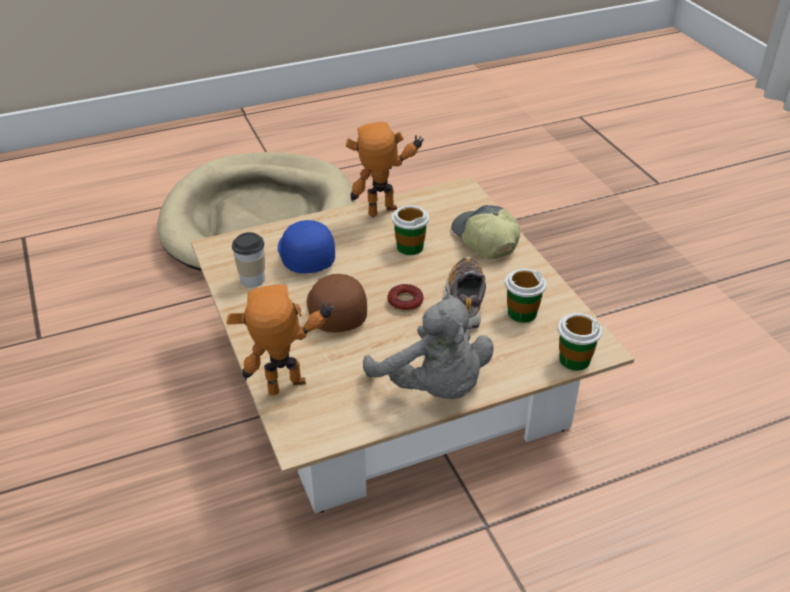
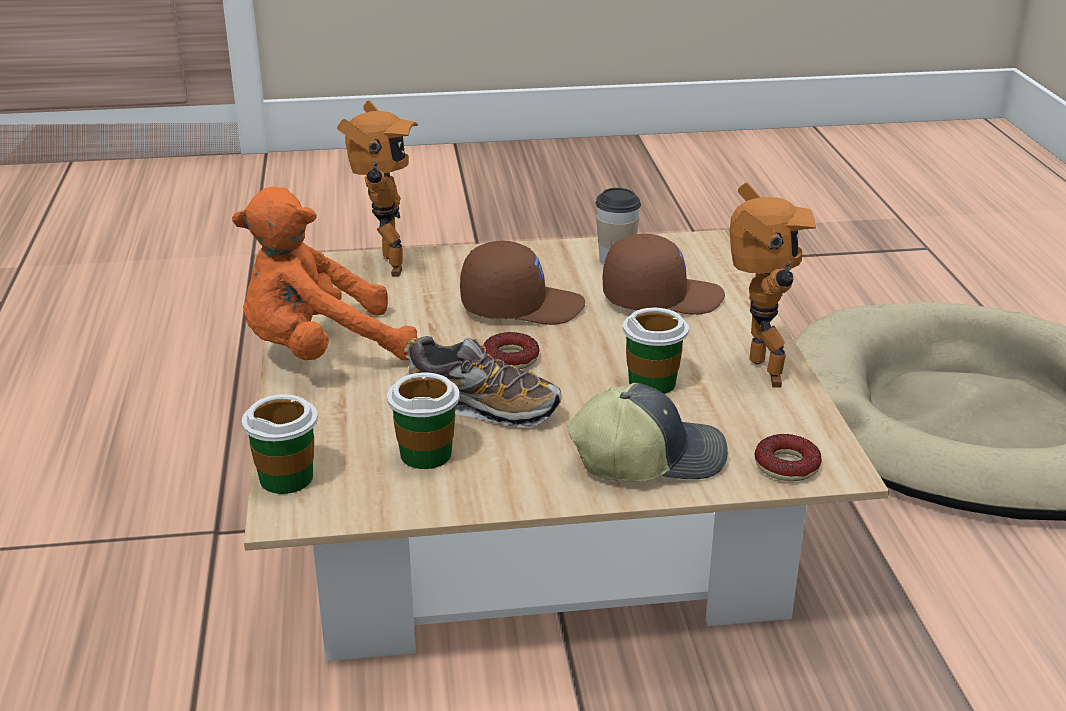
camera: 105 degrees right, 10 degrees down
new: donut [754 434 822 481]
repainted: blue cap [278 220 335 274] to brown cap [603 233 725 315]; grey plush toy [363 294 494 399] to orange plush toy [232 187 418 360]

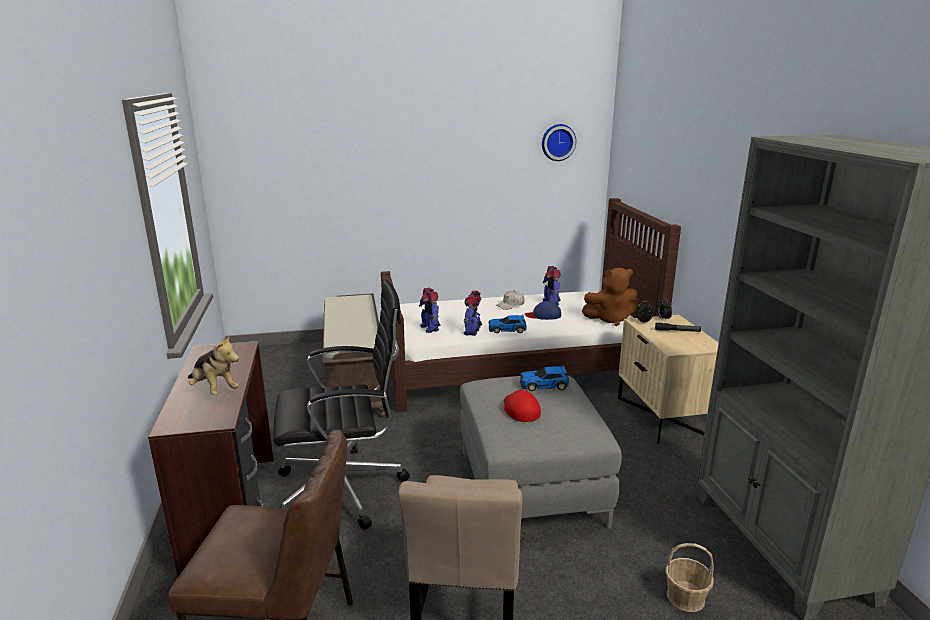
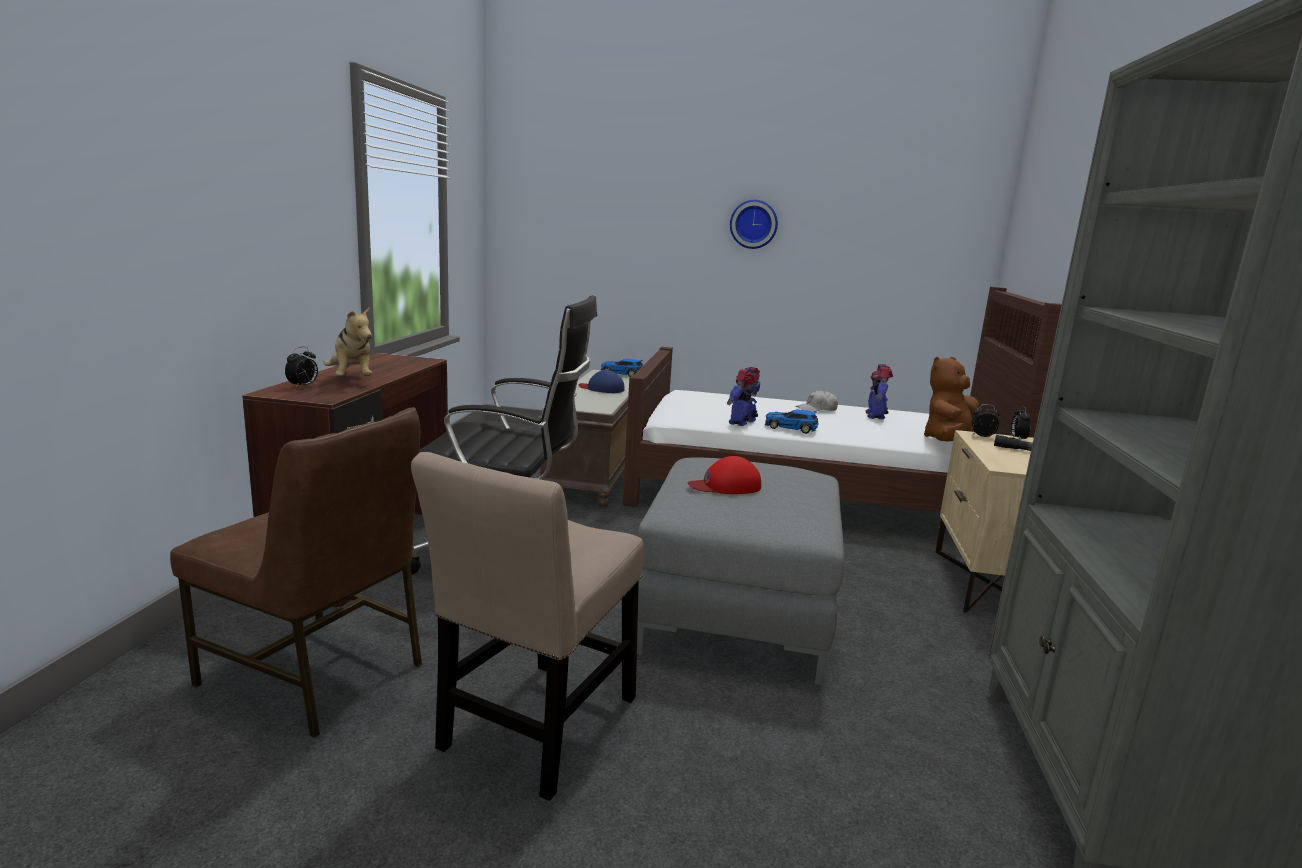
camera: 20 degrees right, 5 degrees down
gone: toy robot [419 288 440 333]; basket [665 543 714 612]
new: alarm clock [285 347 318 388]
shifted: wall clock [542 124 576 161] to [730 200 778 249]; blue cap [525 301 561 320] to [579 370 625 393]; toy car [520 366 569 391] to [601 359 643 377]
rotated: brown plush toy [582 268 640 326] = [924 357 979 441] 120 degrees clockwise; red cap [504 390 541 422] = [688 456 761 494] 105 degrees counterclockwise

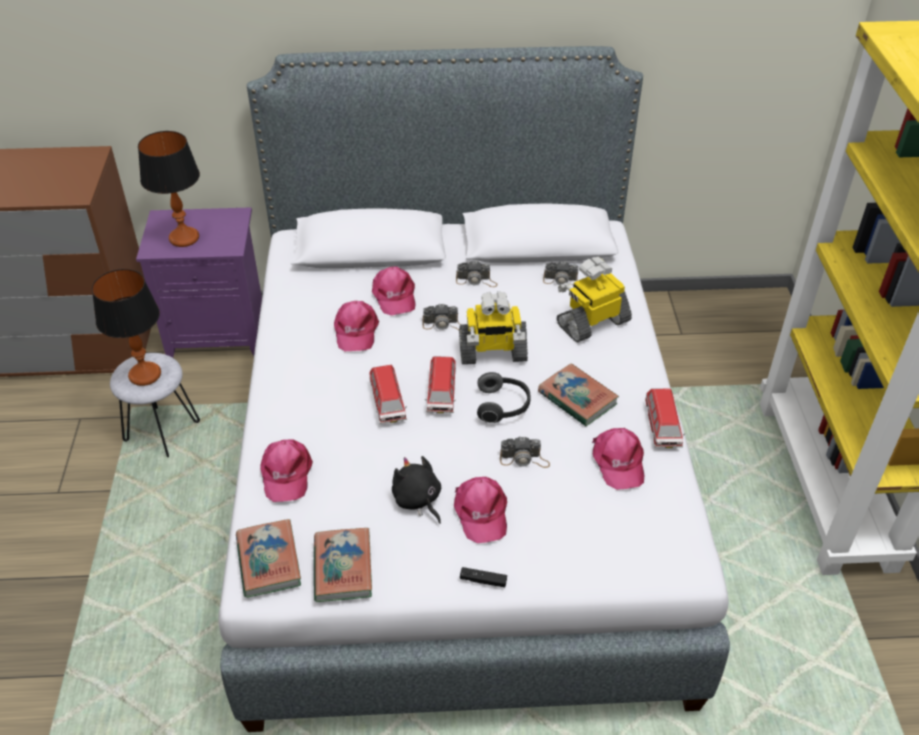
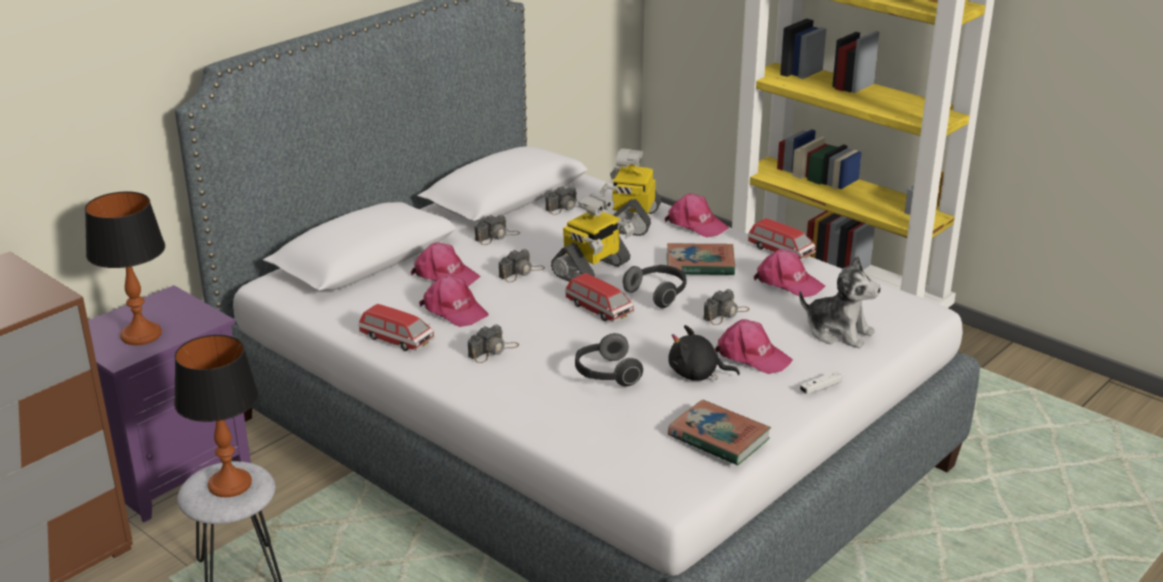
camera: 45 degrees left, 15 degrees down
gone: book [236 519 301 598]
new: plush toy [799 255 881 348]; photo camera [468 324 519 363]; headphones [575 333 643 387]
shifted: toy car [369 365 407 424] to [359 303 435 351]; pink cap [260 440 313 502] to [665 193 729 237]
repainted: black game controller [460 567 507 587] to white game controller [800 371 842 394]

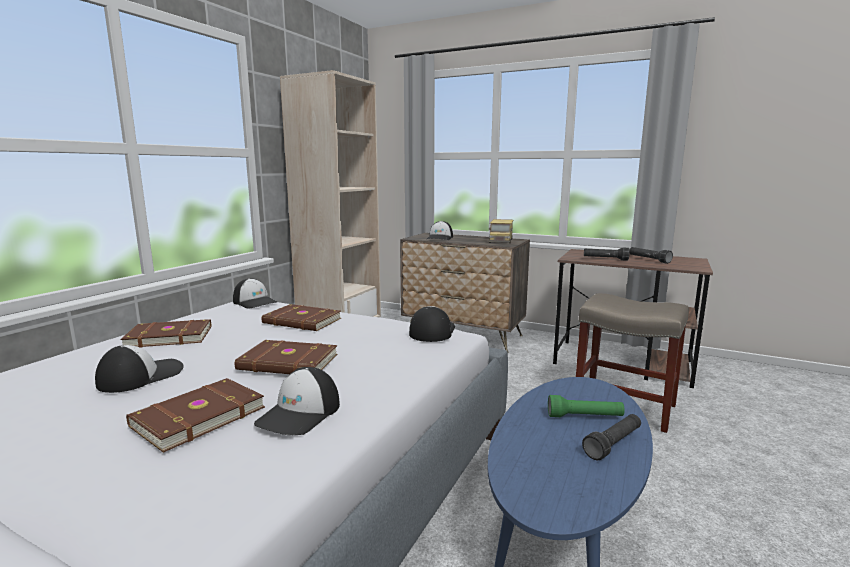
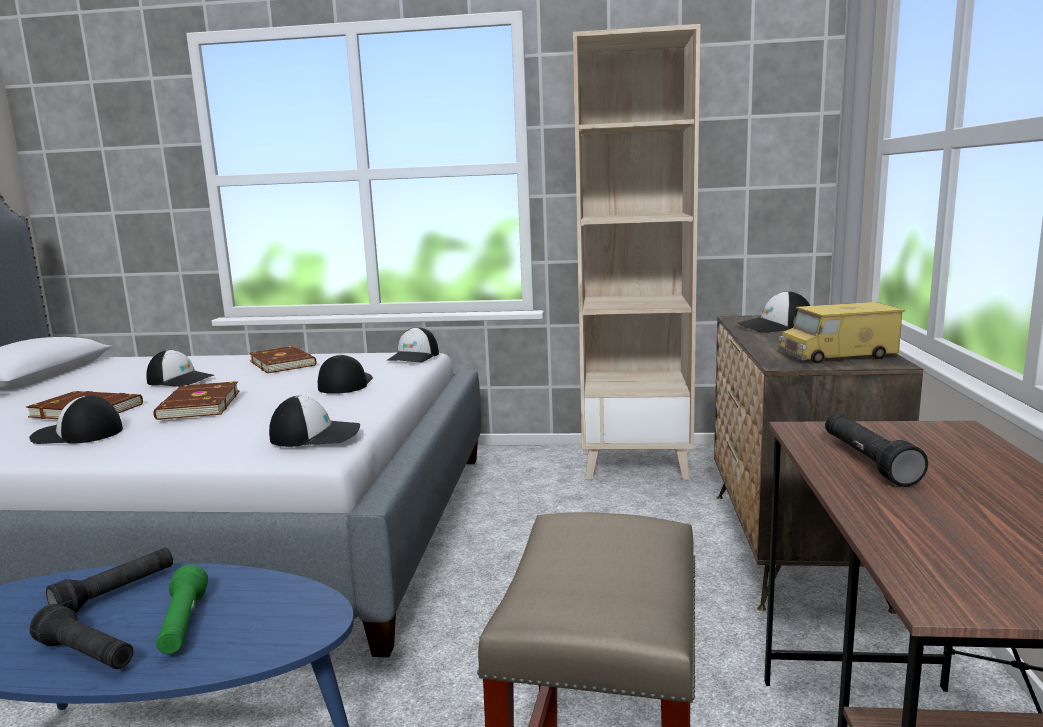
camera: 70 degrees right, 0 degrees up
shifted: black flashlight [630 247 673 264] to [46 548 173 613]
swapped: brown book [261 304 341 331] to cap [318 355 373 394]

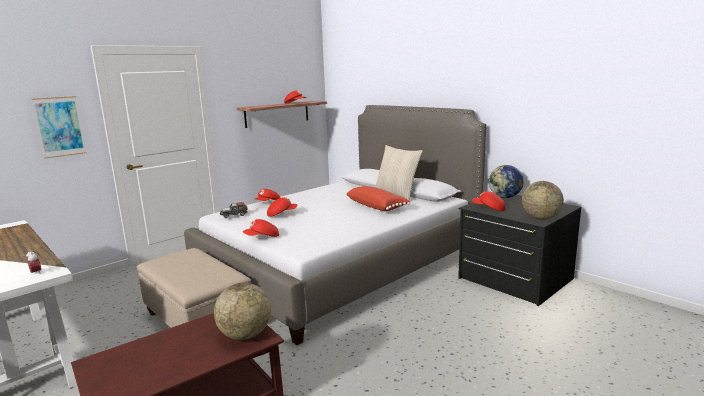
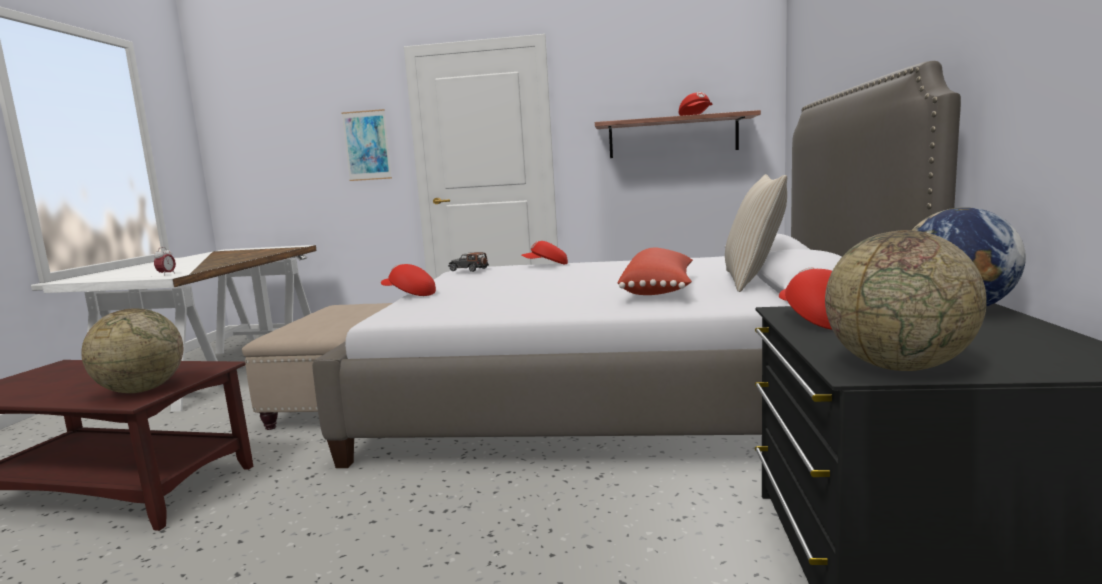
camera: 50 degrees right, 5 degrees down
gone: red cap [267 197 298 217]

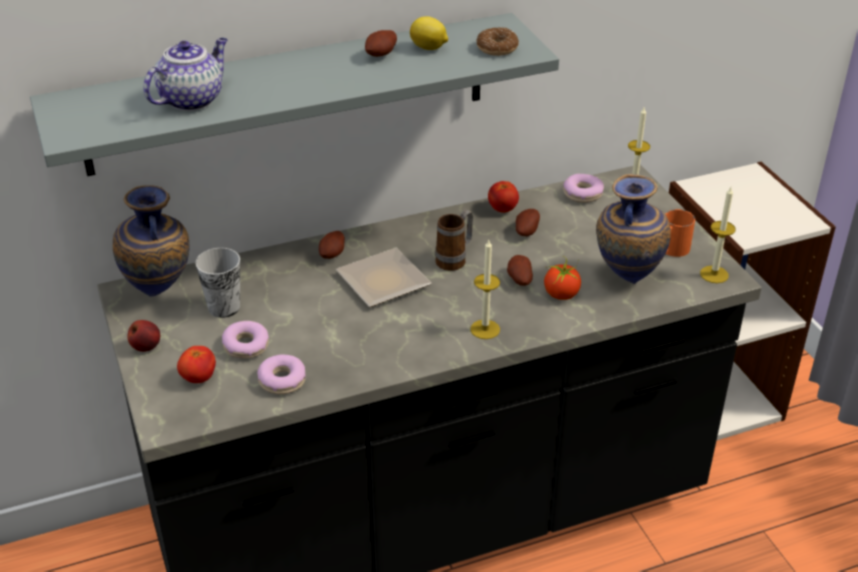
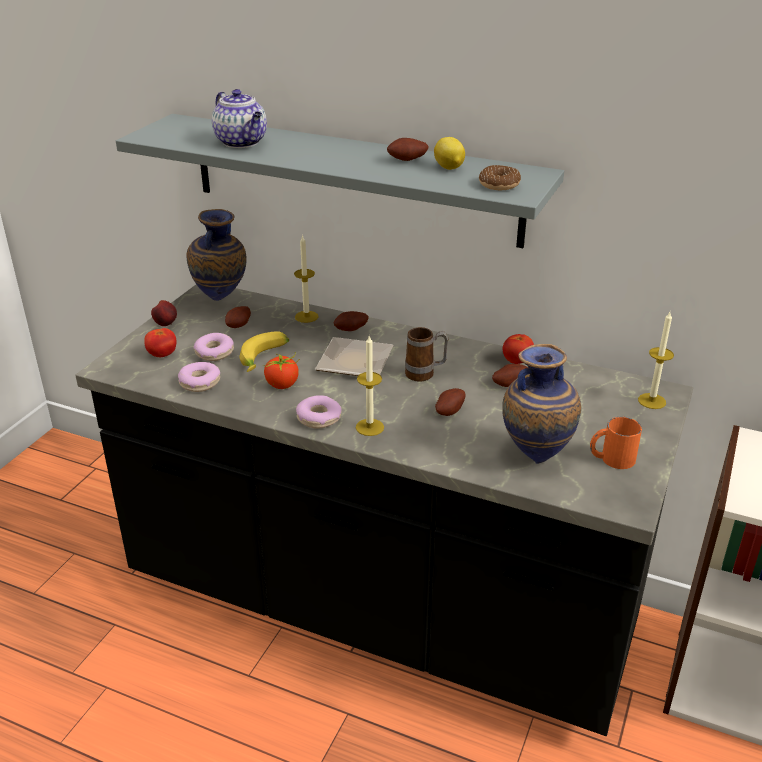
camera: 45 degrees right, 5 degrees down
new: banana [239 331 289 372]
shifted: donut [563 174 604 203] to [296 395 342 429]; candle [700 187 736 283] to [294 235 319 323]; tomato [544 256 581 300] to [262 352 300 389]
swapped: cup [195 248 240 318] to potato [225 306 251 328]
rotated: teapot [143 38 228 111] = [212 89 267 148] 60 degrees clockwise

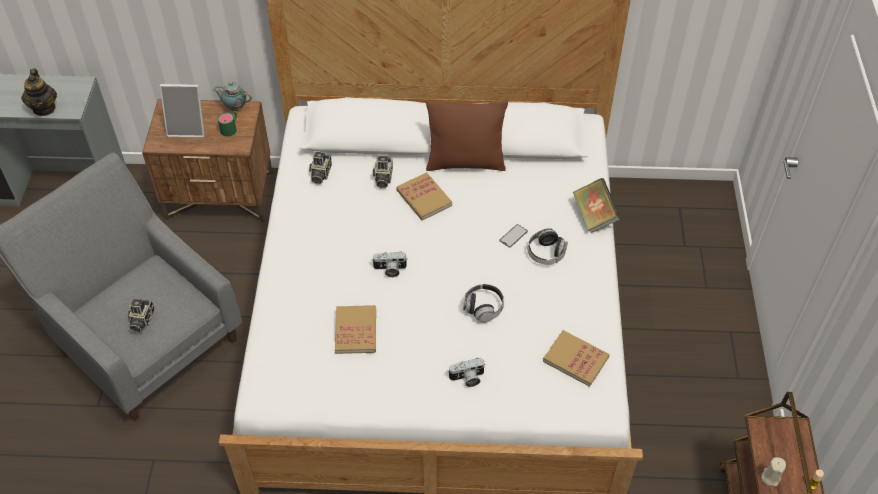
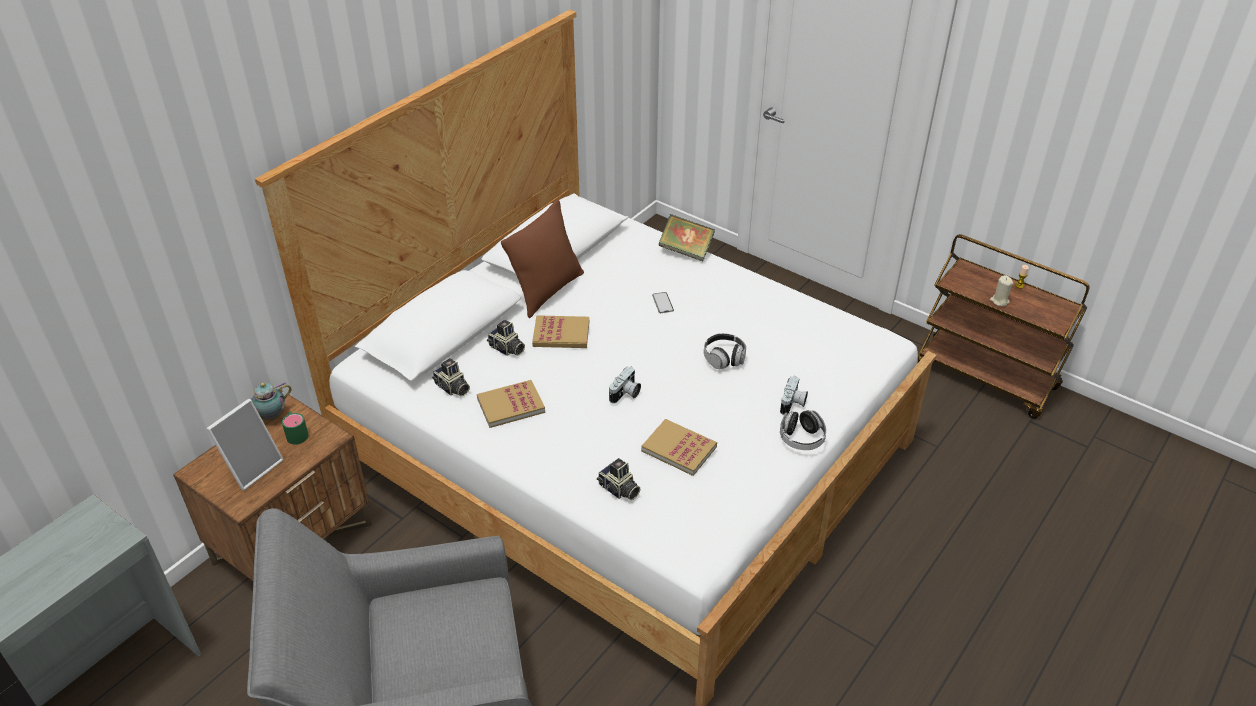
camera: 55 degrees left, 10 degrees down
gone: teapot [21 68 57 116]
shifted: headphones [527 228 568 265] to [780 410 827 450]; photo camera [128 299 155 333] to [597 458 640 500]; book [543 330 610 387] to [477 380 545 428]

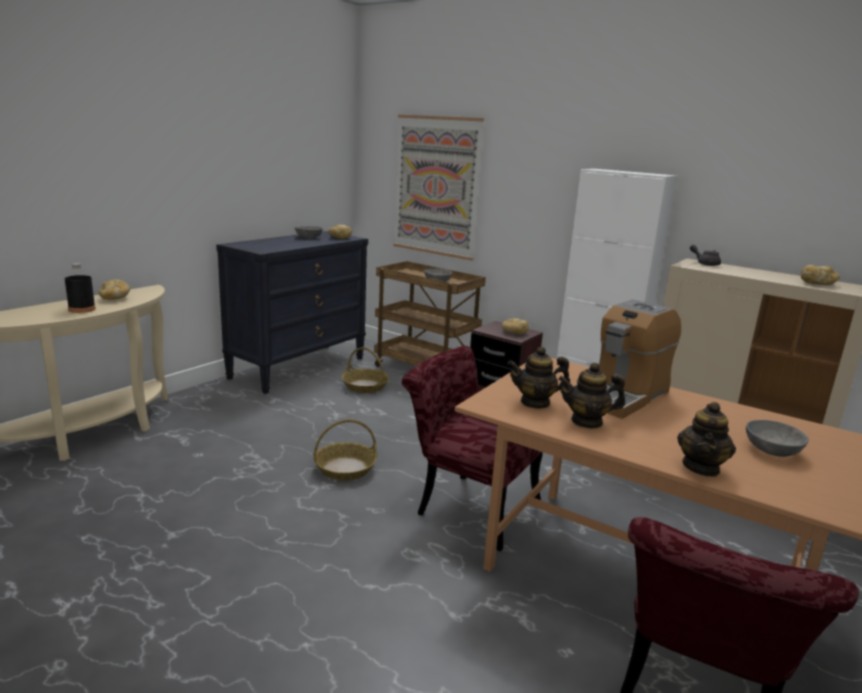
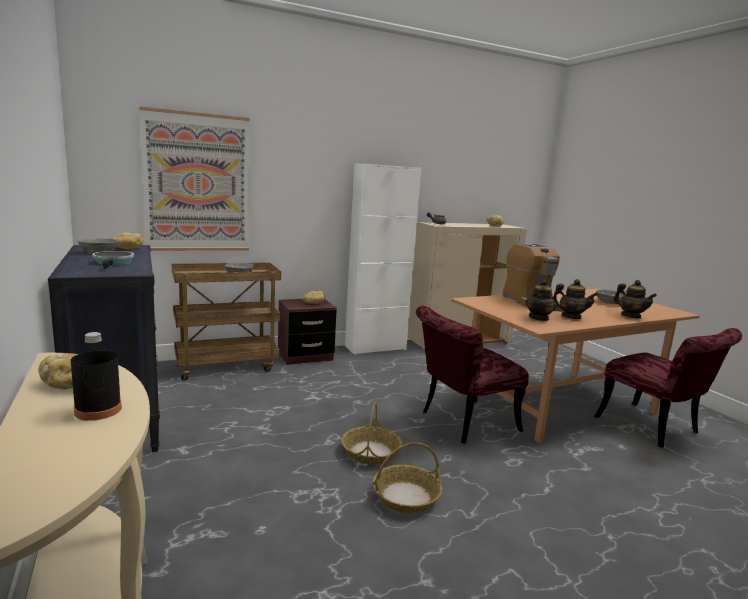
camera: 60 degrees left, 5 degrees down
new: frying pan [92 251 134 269]
shifted: basket [342 347 389 393] to [373 442 443 514]
rotated: teapot [558 363 626 428] = [552 279 598 319] 90 degrees counterclockwise

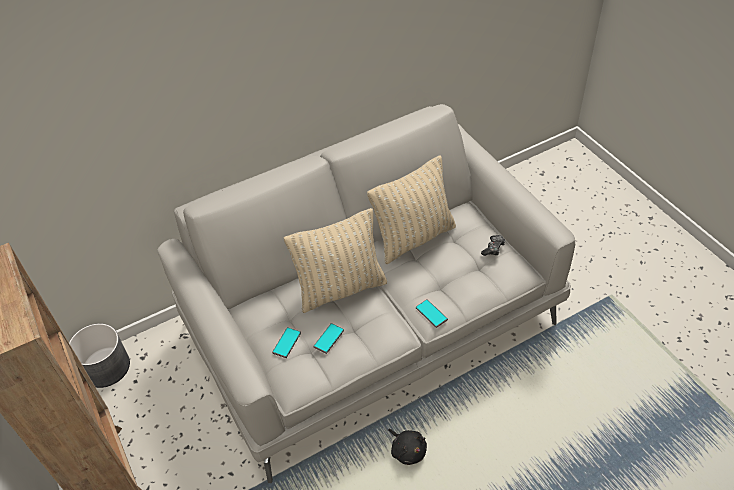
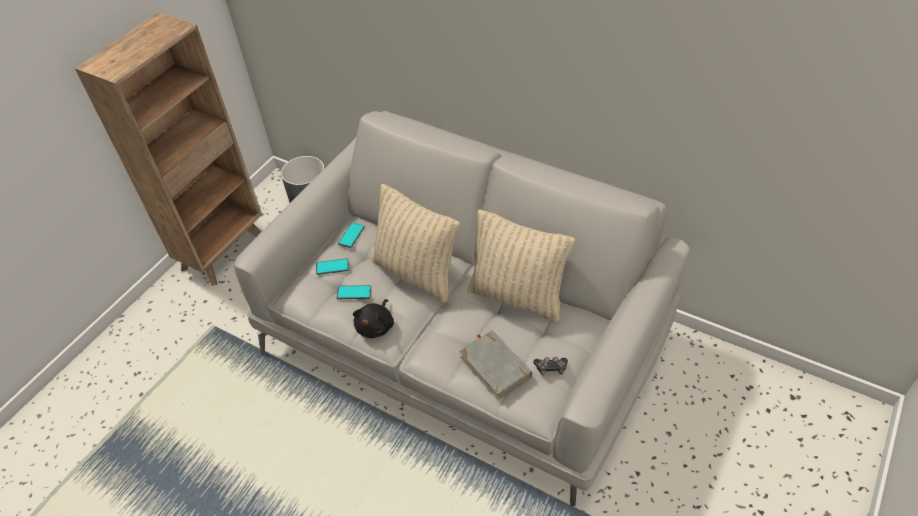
camera: 60 degrees right, 0 degrees up
new: grey book [459 330 532 400]
shifted: phone [416 299 448 328] to [338 222 365 248]; black plush toy [388 429 427 465] to [353 299 394 338]

